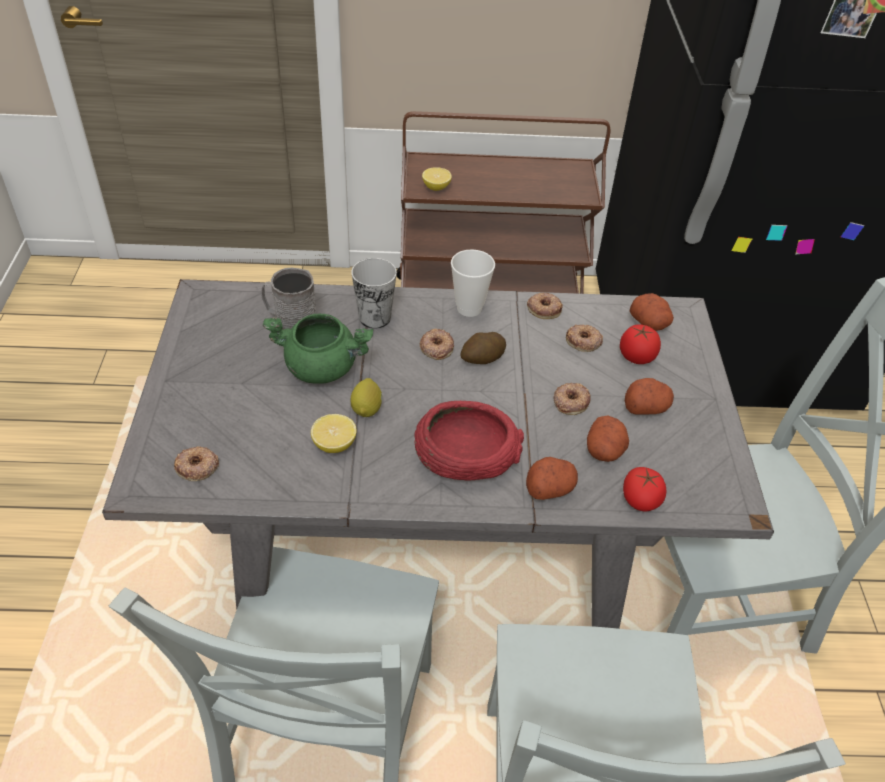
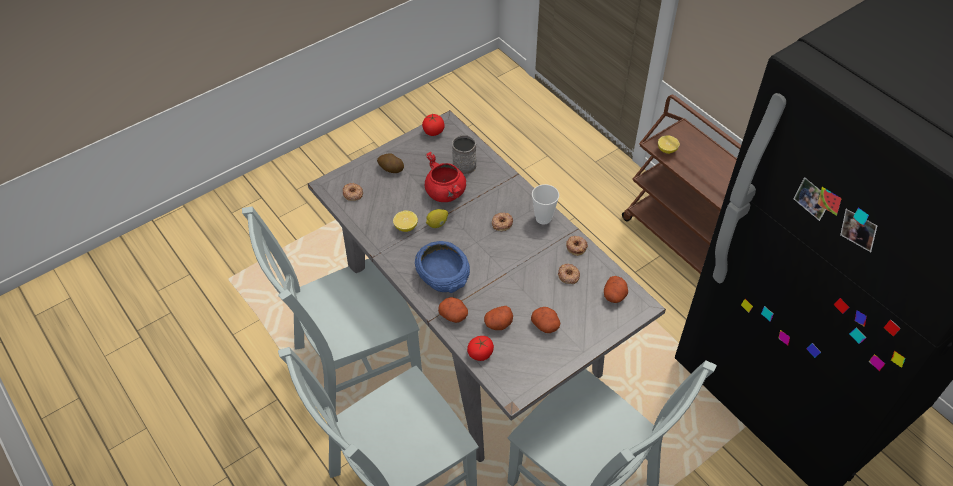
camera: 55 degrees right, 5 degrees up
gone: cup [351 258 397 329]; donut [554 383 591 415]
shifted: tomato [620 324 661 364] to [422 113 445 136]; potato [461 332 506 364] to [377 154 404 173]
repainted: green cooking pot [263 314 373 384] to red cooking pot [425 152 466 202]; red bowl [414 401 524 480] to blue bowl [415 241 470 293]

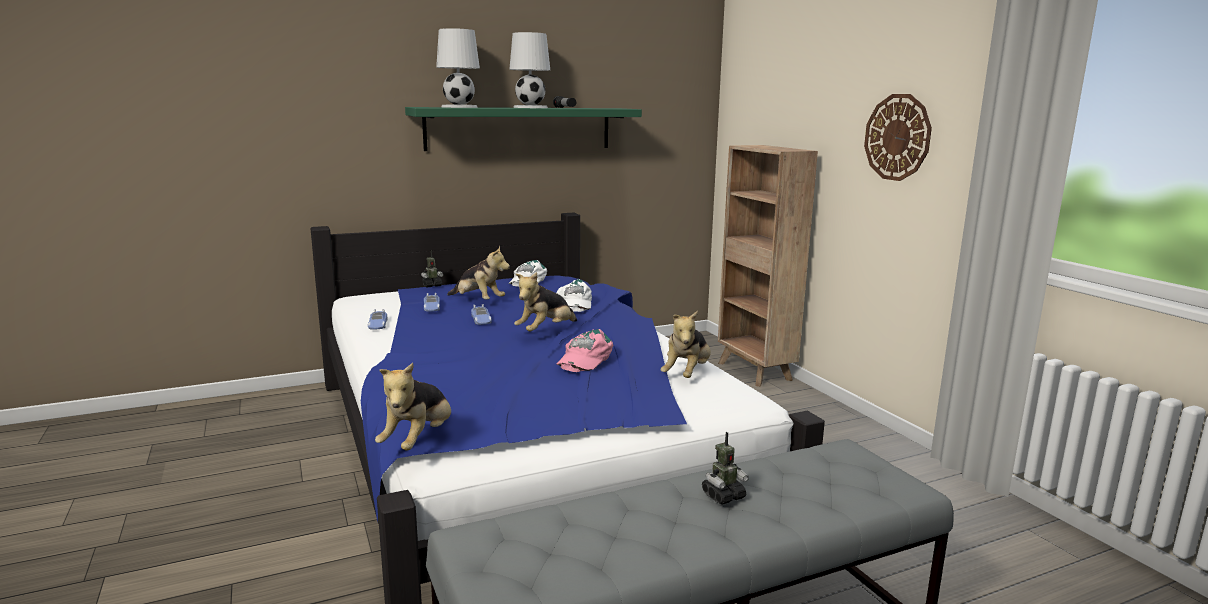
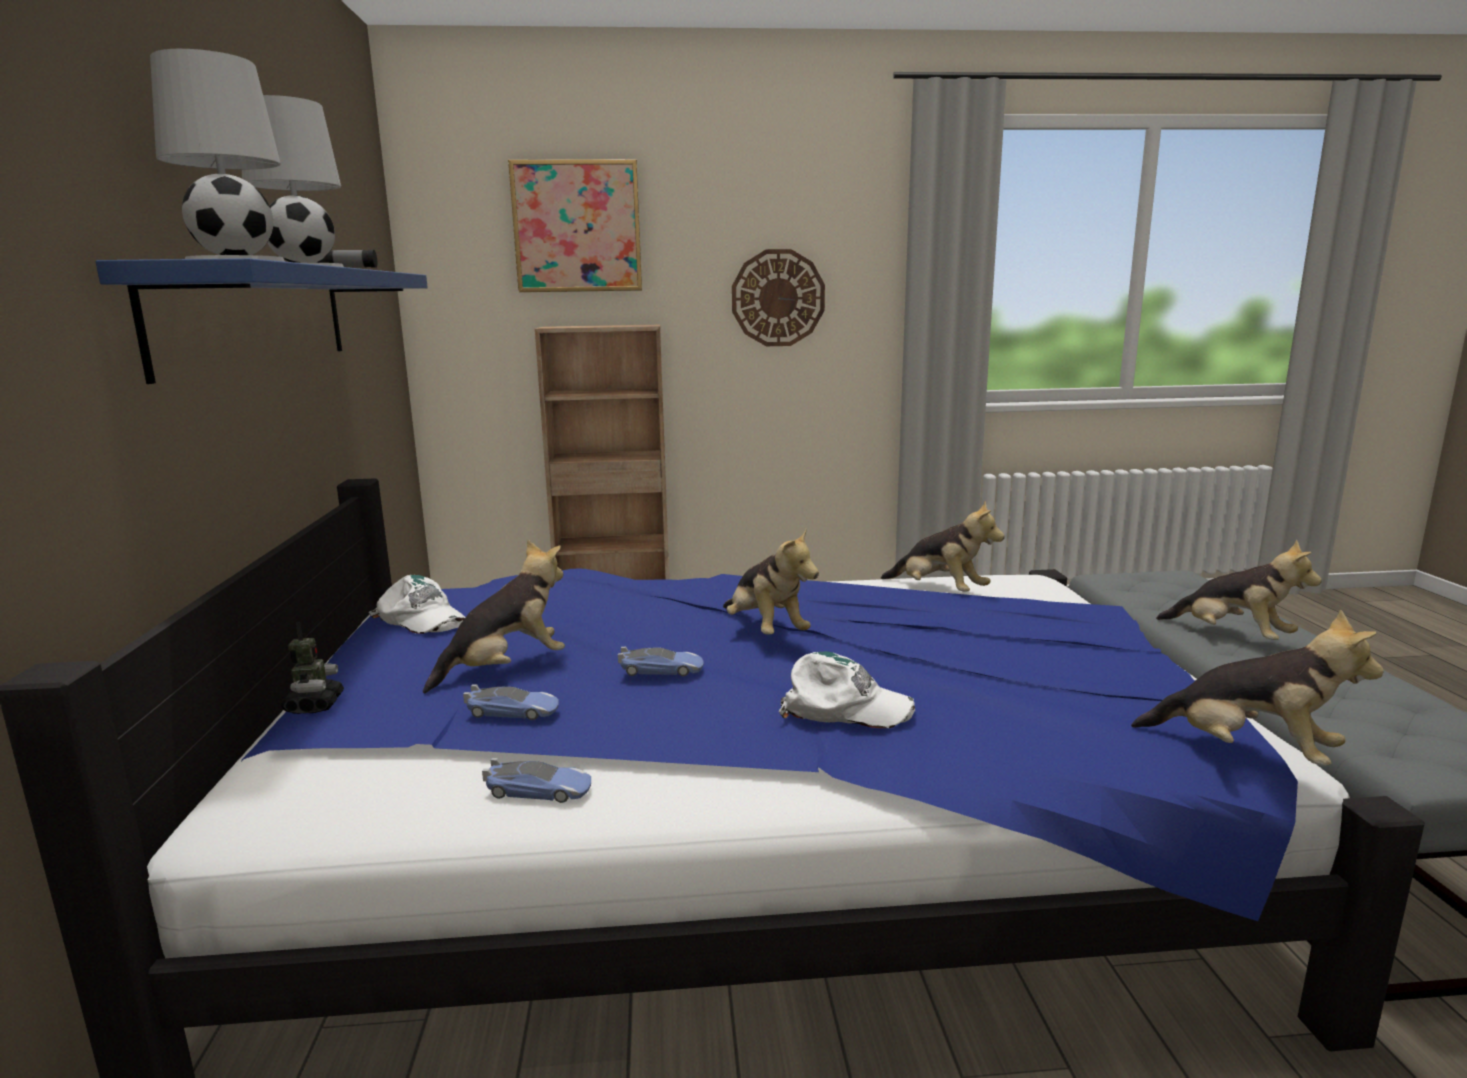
camera: 70 degrees left, 0 degrees up
gone: pink cap [557 329 613 372]
new: picture [508 159 642 292]
shifted: white cap [556 279 592 312] to [779 651 915 728]
swapped: toy robot [702 432 749 504] to plush toy [1156 540 1321 640]
repainted: green shelf [405 107 642 151] to blue shelf [96 258 428 384]

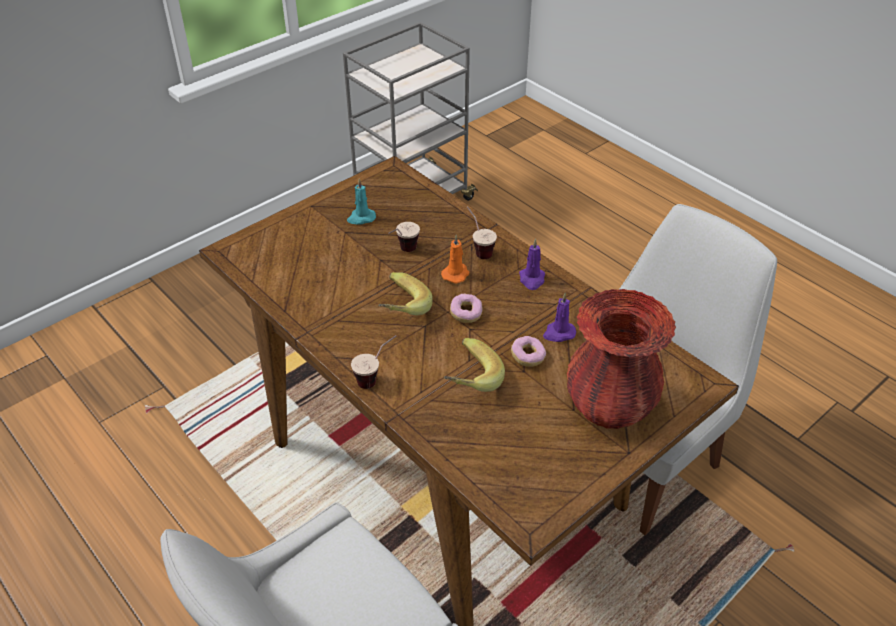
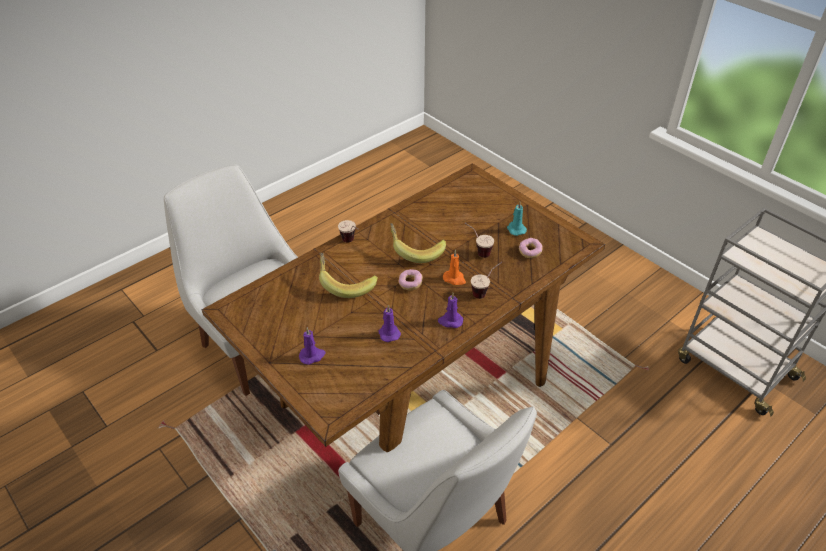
camera: 90 degrees right, 0 degrees up
shifted: donut [511 336 546 367] to [519 238 543 258]
swapped: red vase [567 289 676 429] to purple candle [299 327 325 365]

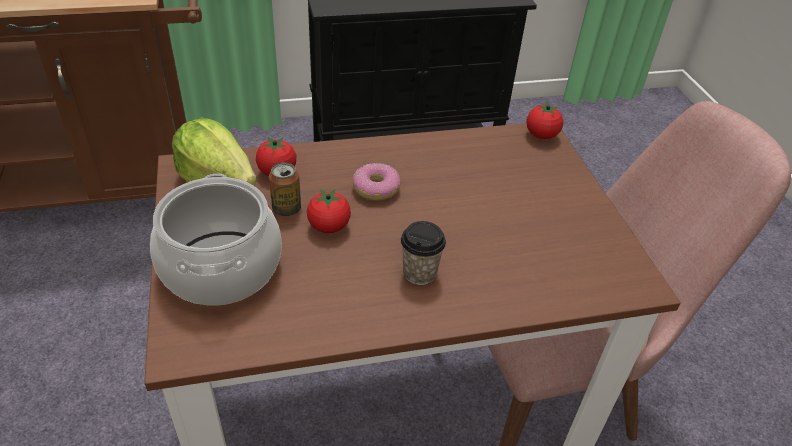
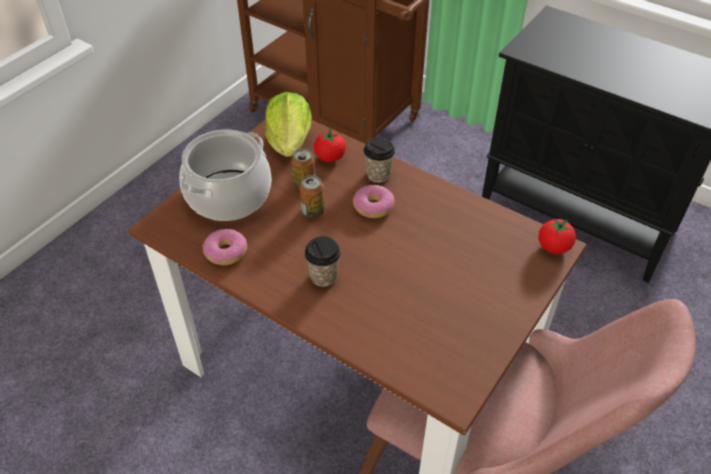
camera: 50 degrees right, 5 degrees up
new: cup [363 137 395 183]; donut [202 229 247 265]
swapped: tomato [307 189 351 233] to can [300 175 324 218]

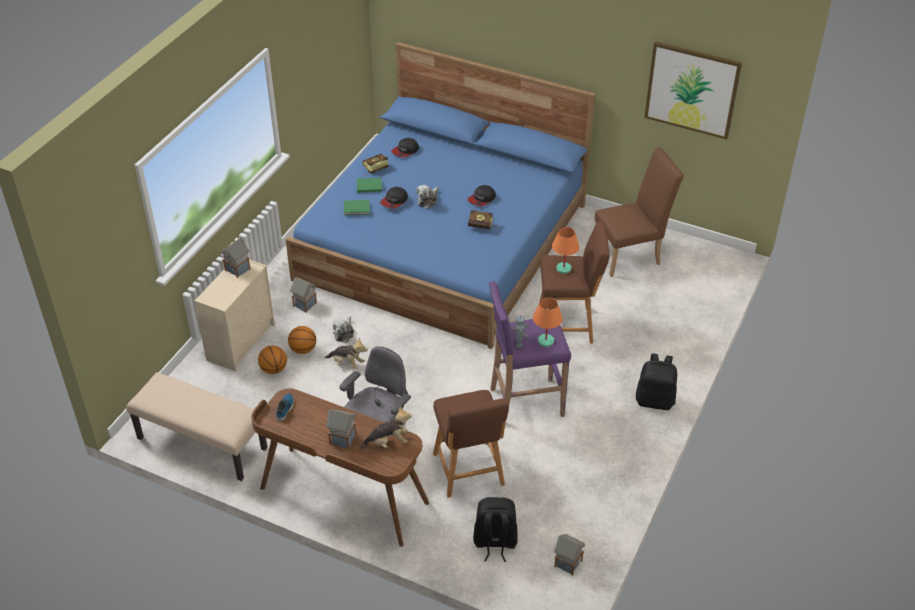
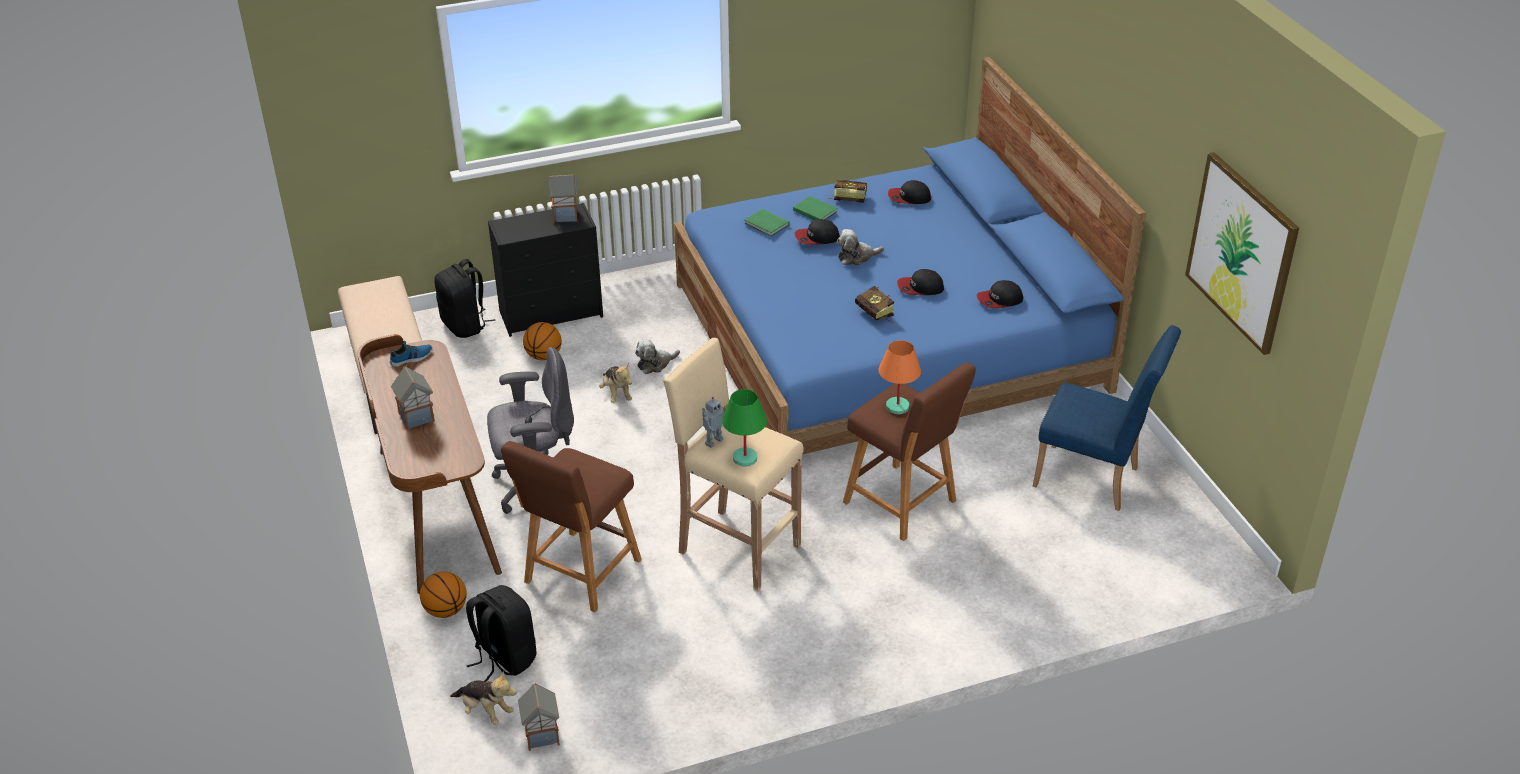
camera: 45 degrees right, 5 degrees down
gone: toy house [290 276 317 313]
new: cap [976 280 1023 308]
shifted: basketball [288 326 316 354] to [420 571 467 618]; black backpack [636 353 677 410] to [434 259 495 338]; plush toy [360 407 412 449] to [450 671 516 725]
repainted: brown chair [595 148 684 277] to blue chair [1033 325 1181 511]; beige dresser [194 260 275 371] to black dresser [488 203 603 337]; purple stool [489 281 571 417] to beige stool [663 338 804 591]; orange table lamp [533 298 563 347] to green table lamp [722 389 767 466]

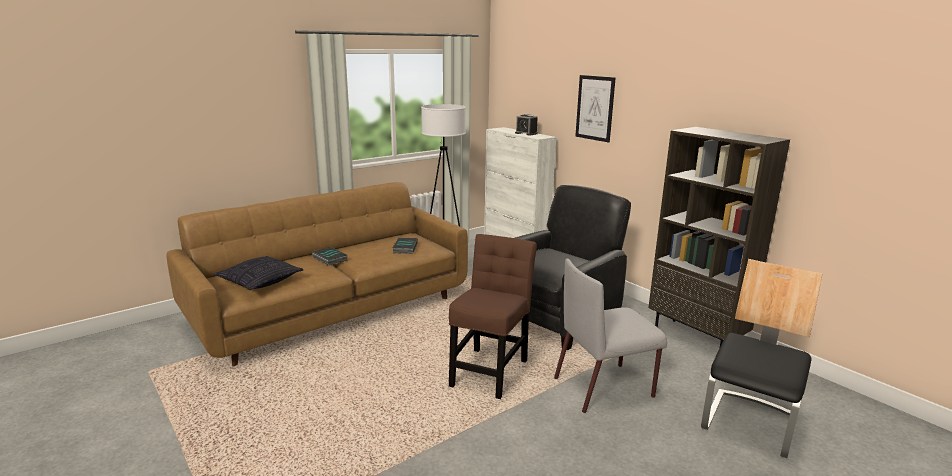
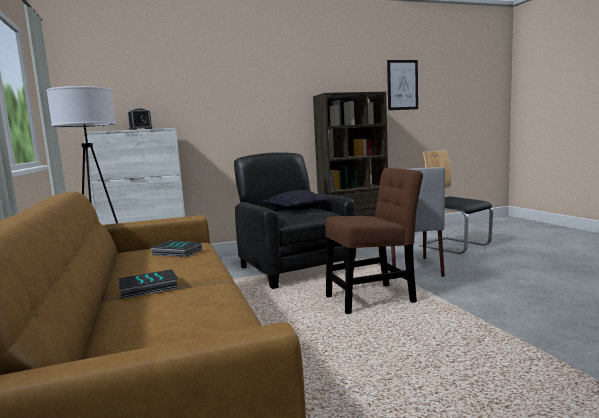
camera: 70 degrees left, 10 degrees down
shifted: picture [575 75 616 142] to [387 60 418 110]; pillow [214 256 304 290] to [263 190 331 210]
rotated: brown chair [449 234 537 399] = [325 168 423 314] 120 degrees clockwise

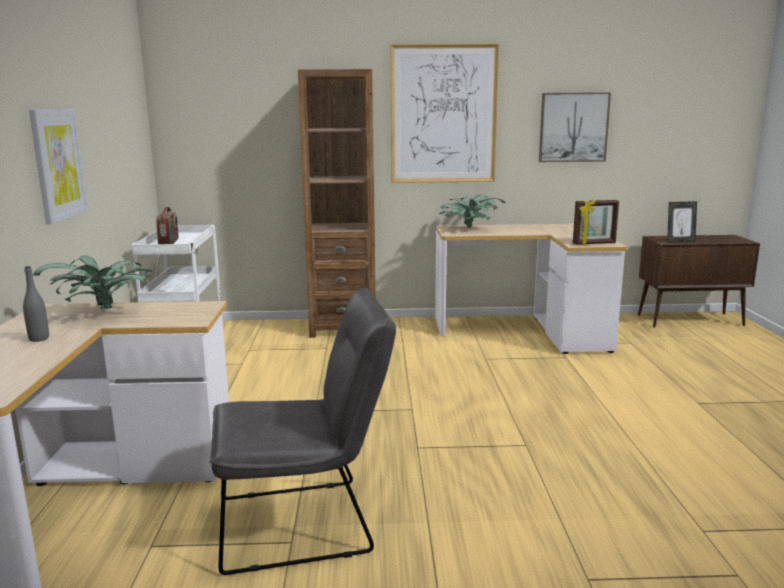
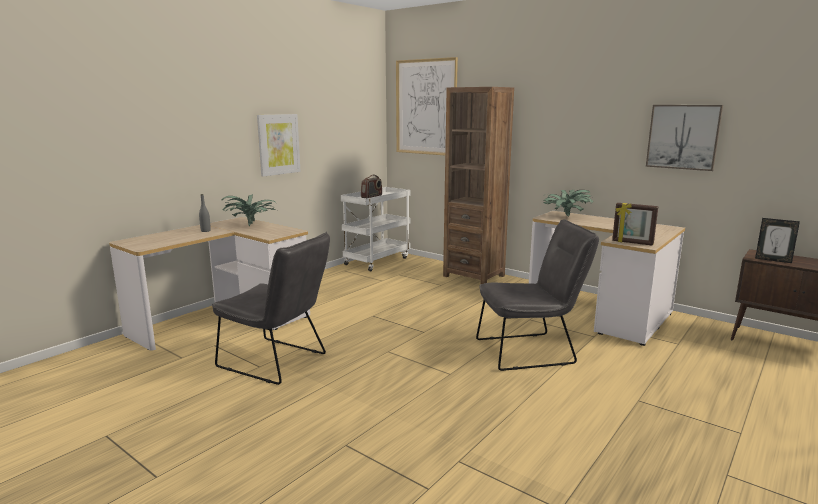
camera: 40 degrees right, 0 degrees up
new: grey chair [476 219 599 371]
shifted: picture [390 44 499 183] to [396 57 458 155]

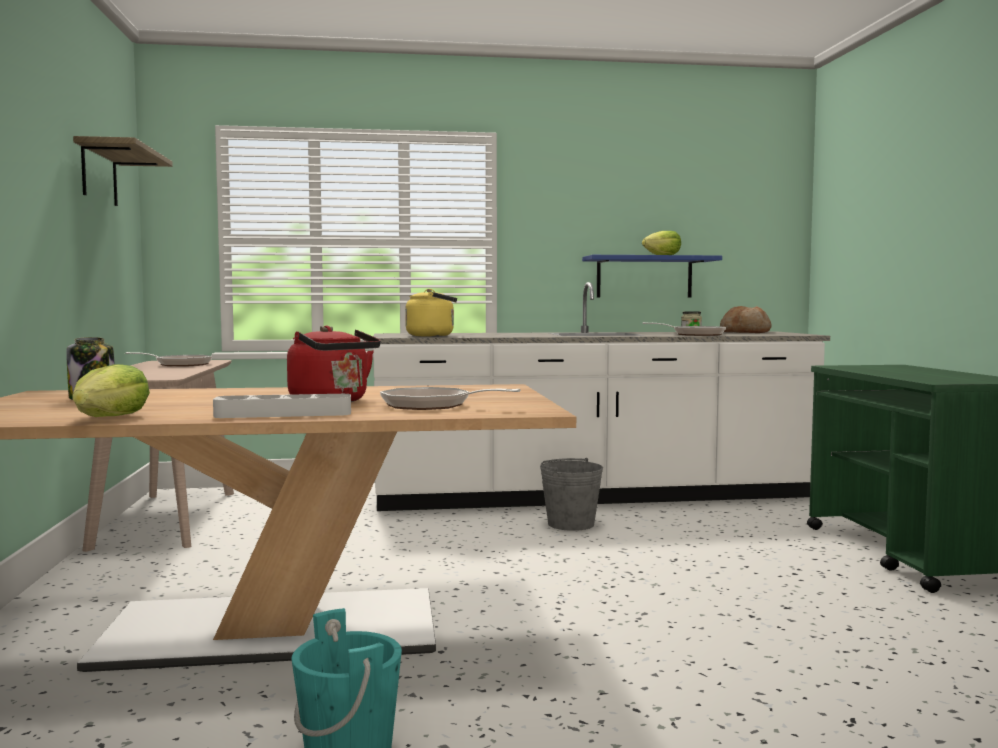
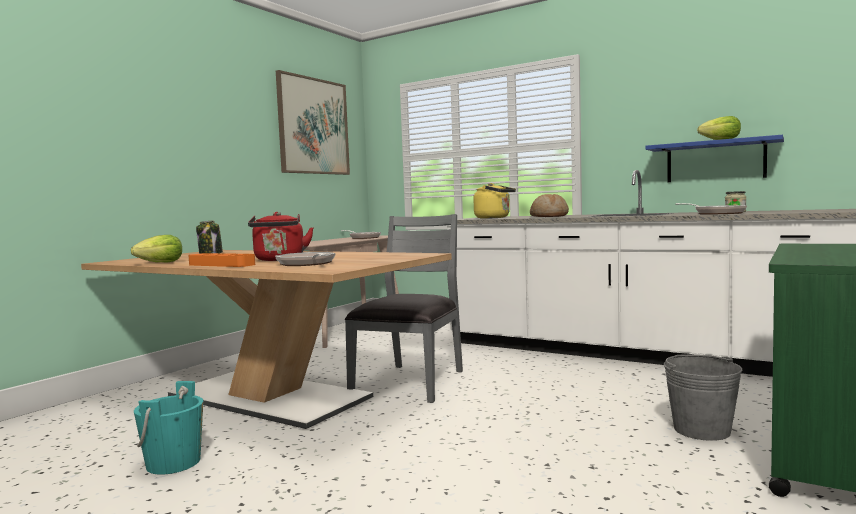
camera: 40 degrees right, 0 degrees up
new: grey chair [345 214 463 403]
shifted: bread [720 306 772 333] to [530 194 569 217]; grey bucket [540 458 603 531] to [664 354 742 441]
swapped: shelf [73 136 173 206] to picture [276 70 350 175]
repainted: grey tray [213 394 351 418] to orange tray [189 253 255 267]

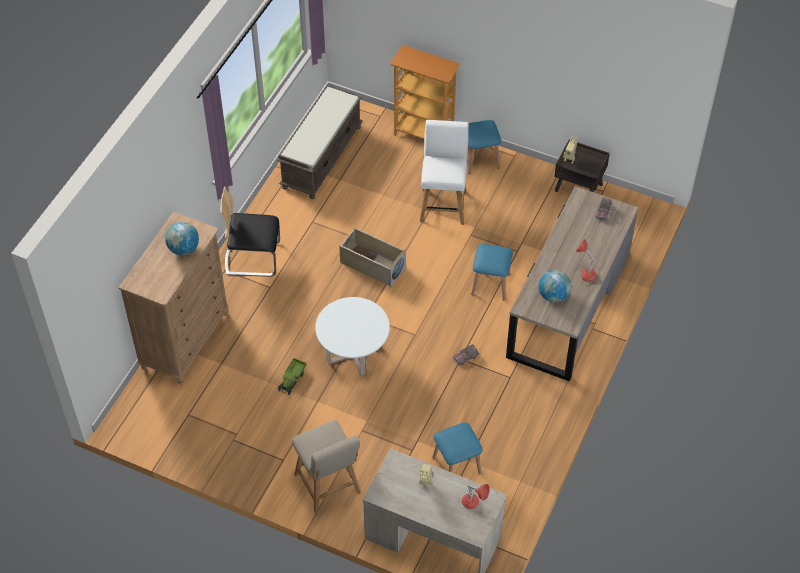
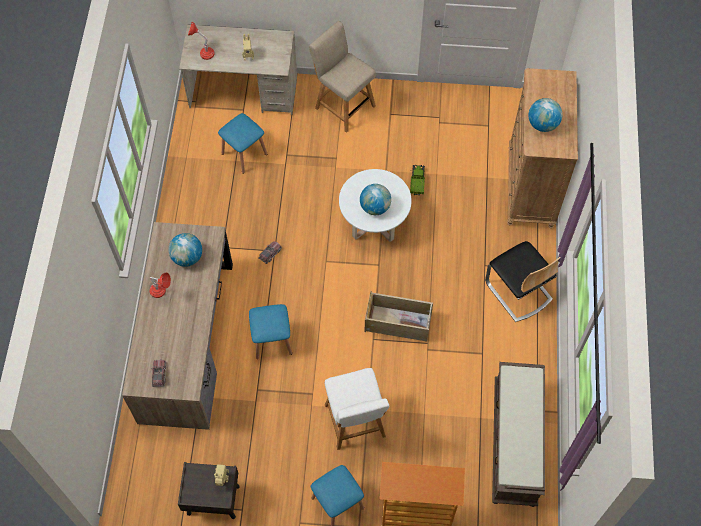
camera: 160 degrees right, 10 degrees up
new: globe [360 184 391 215]
rotated: chair [221 187 280 277] = [485 241 561 322] 75 degrees clockwise

